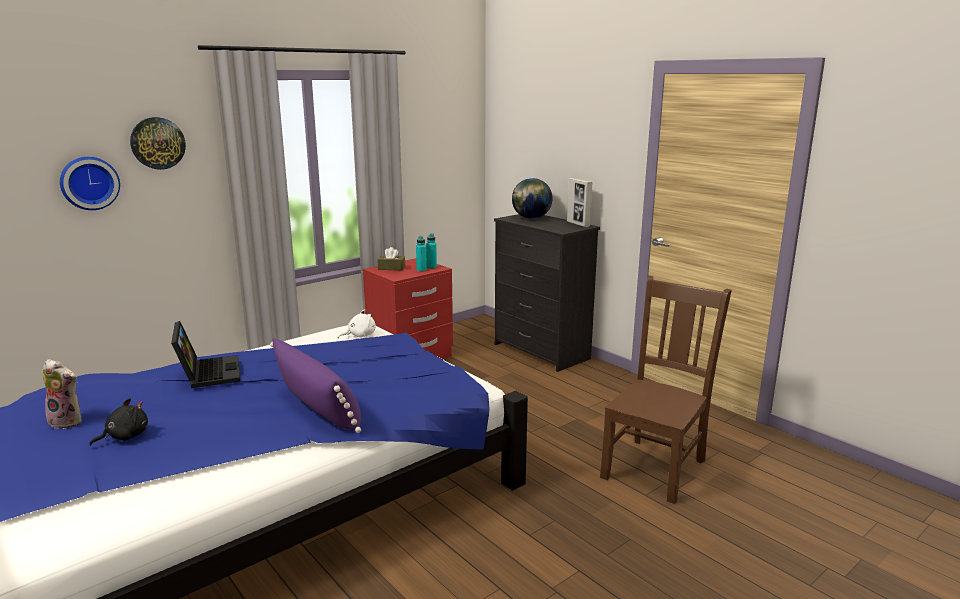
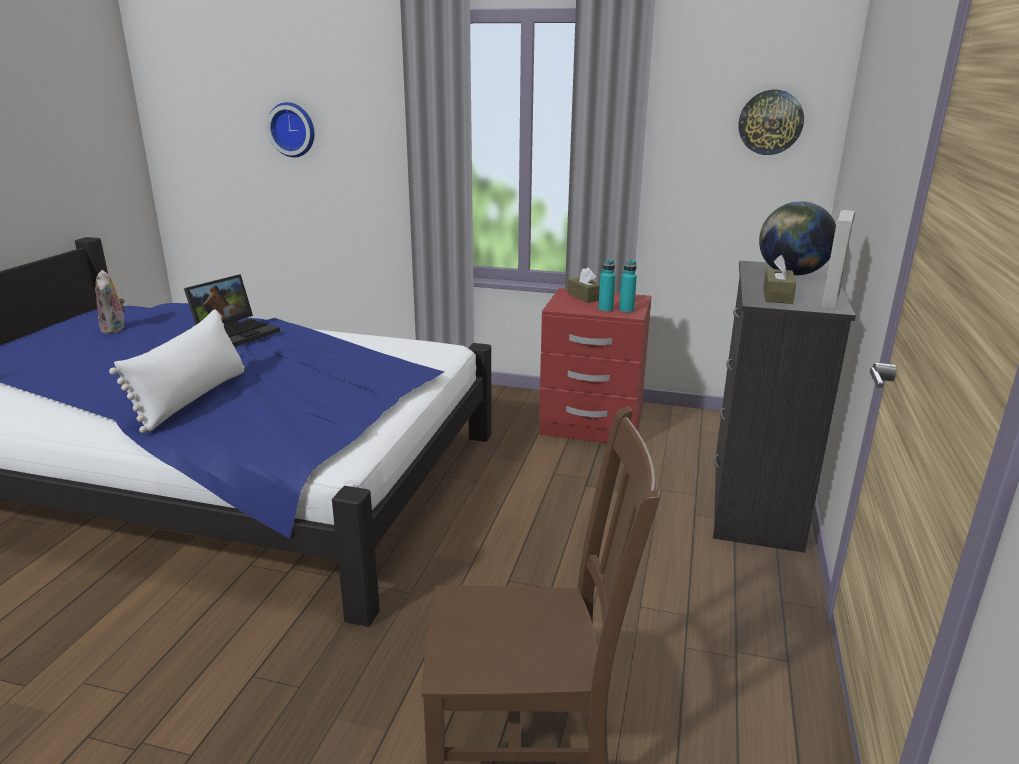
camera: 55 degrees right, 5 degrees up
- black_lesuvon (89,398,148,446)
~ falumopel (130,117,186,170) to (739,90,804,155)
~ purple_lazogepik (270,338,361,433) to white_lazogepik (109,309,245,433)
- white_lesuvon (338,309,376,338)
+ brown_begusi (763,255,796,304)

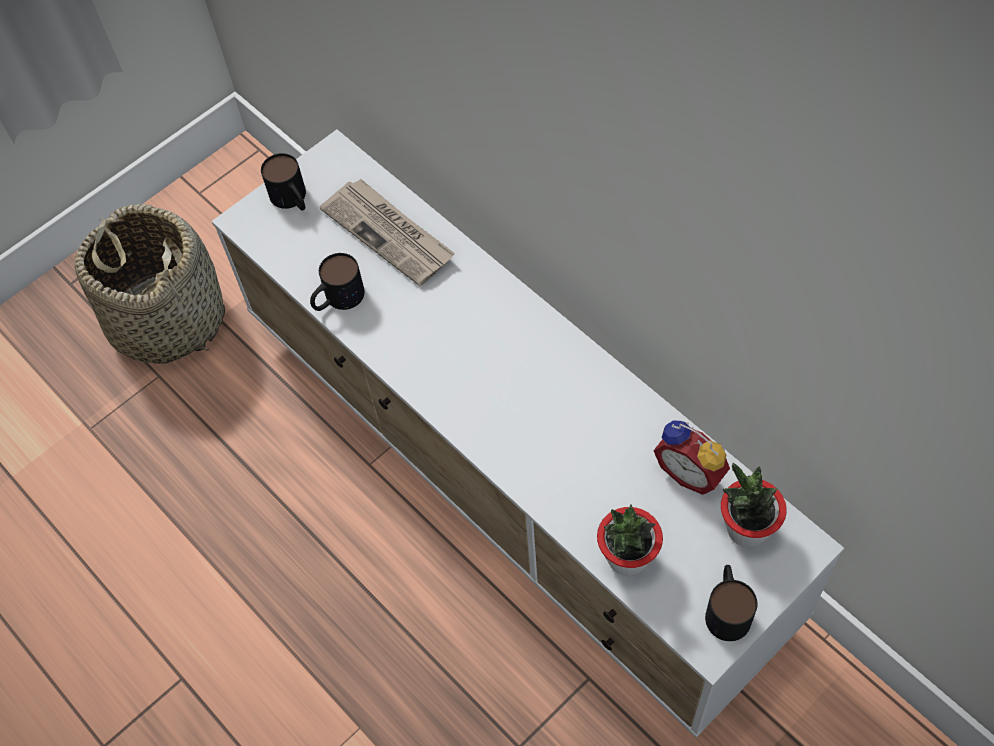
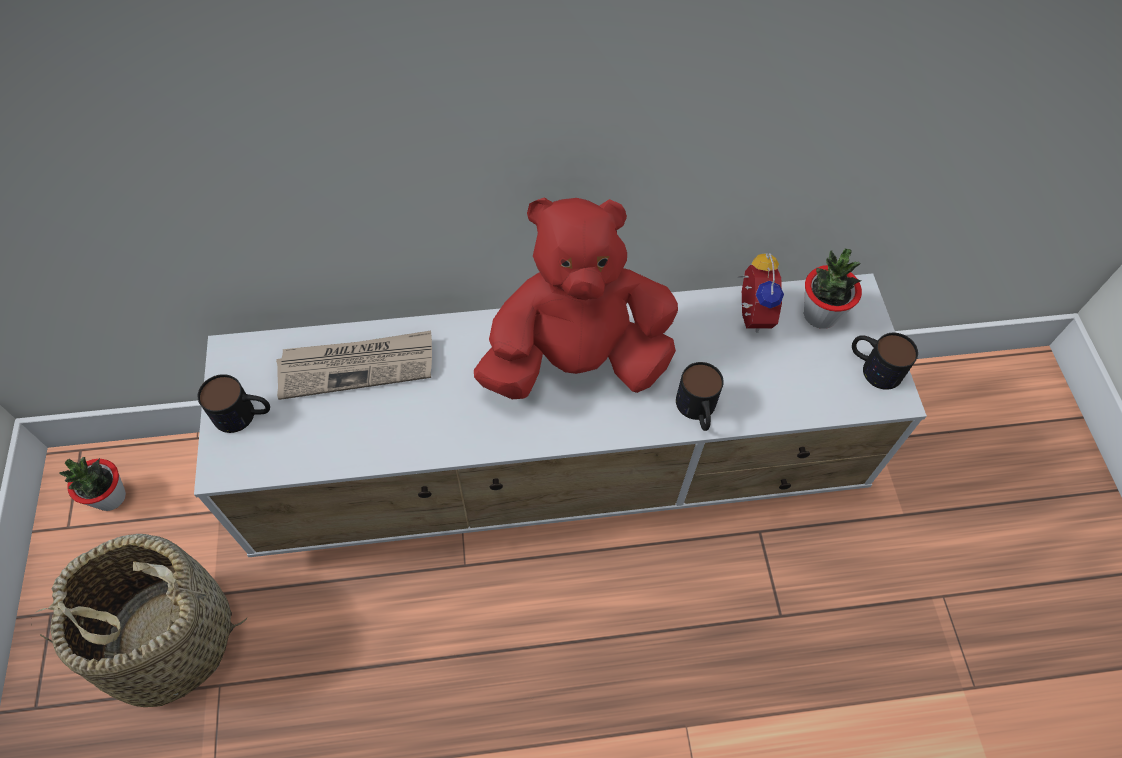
camera: 60 degrees left, 0 degrees up
~ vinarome (310,253,365,311) to (676,362,724,431)
~ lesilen (597,504,663,576) to (60,457,126,511)
~ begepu (653,421,730,495) = (739,253,784,333) 75 degrees counterclockwise
+ red_lesuvon (474,198,678,399)

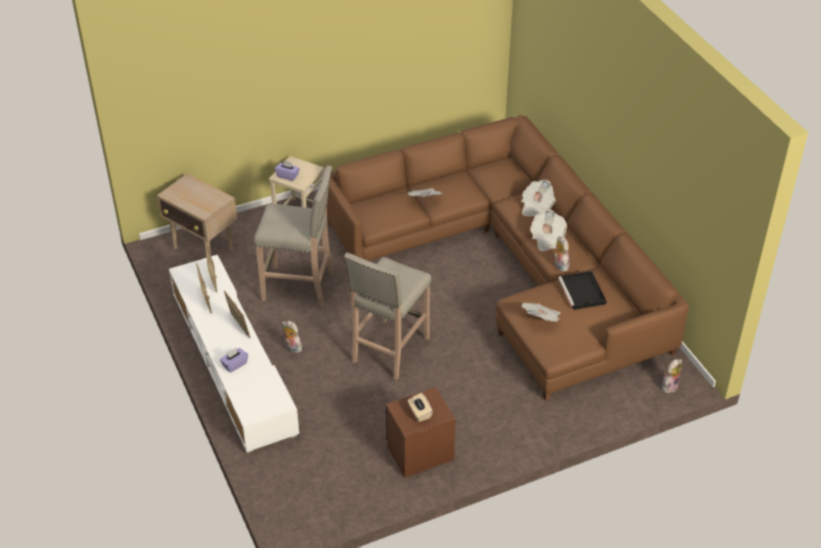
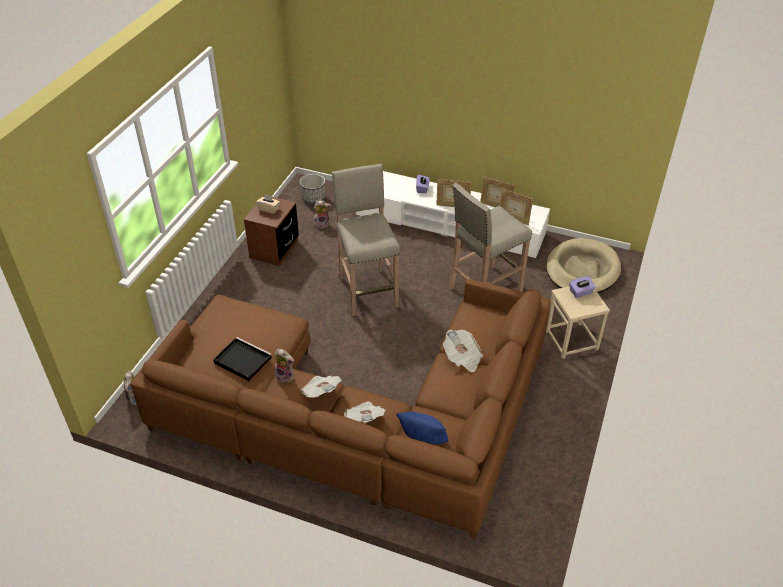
camera: 135 degrees right, 0 degrees up
~ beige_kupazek (157,173,237,255) to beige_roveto (546,238,621,293)
~ lesuvon (282,321,302,353) to (314,200,331,228)
- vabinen (522,303,561,322)
+ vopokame (300,174,325,204)
+ blue_lazogepik (396,412,449,444)

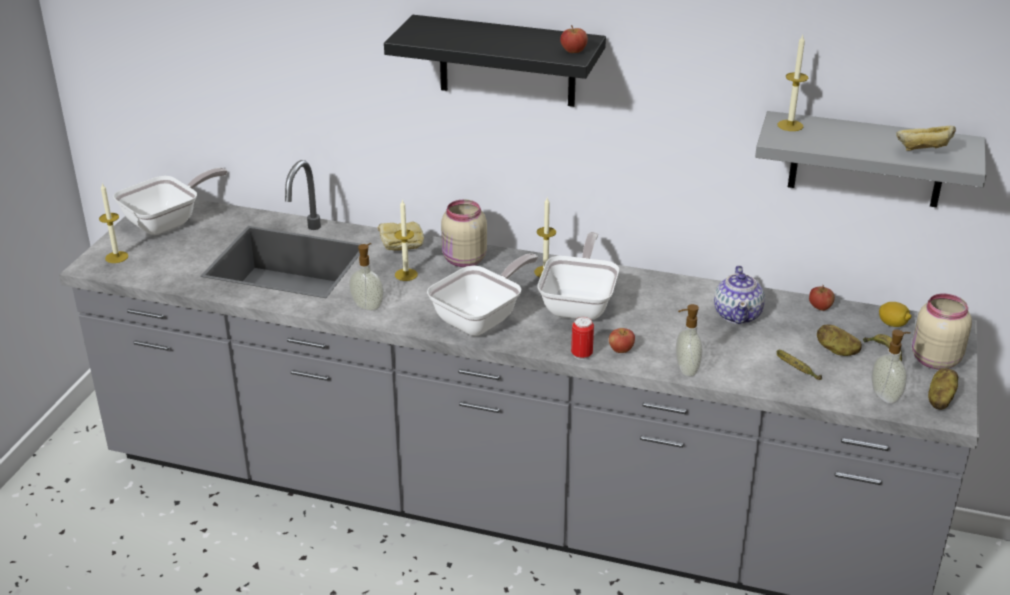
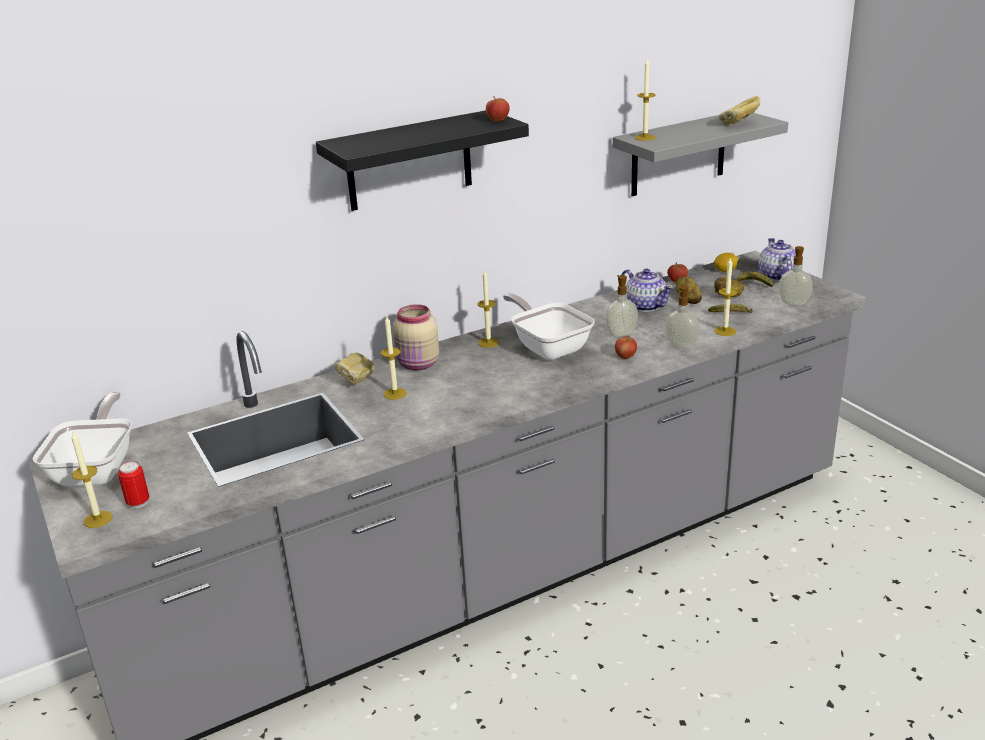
camera: 45 degrees left, 5 degrees down
~ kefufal (349,243,384,311) to (605,275,638,337)
- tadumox (427,253,538,336)
~ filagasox (571,317,594,360) to (118,461,149,508)
~ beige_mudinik (912,294,972,370) to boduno (758,238,796,281)
~ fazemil (928,368,958,410) to (675,276,702,304)
+ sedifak (715,257,737,336)

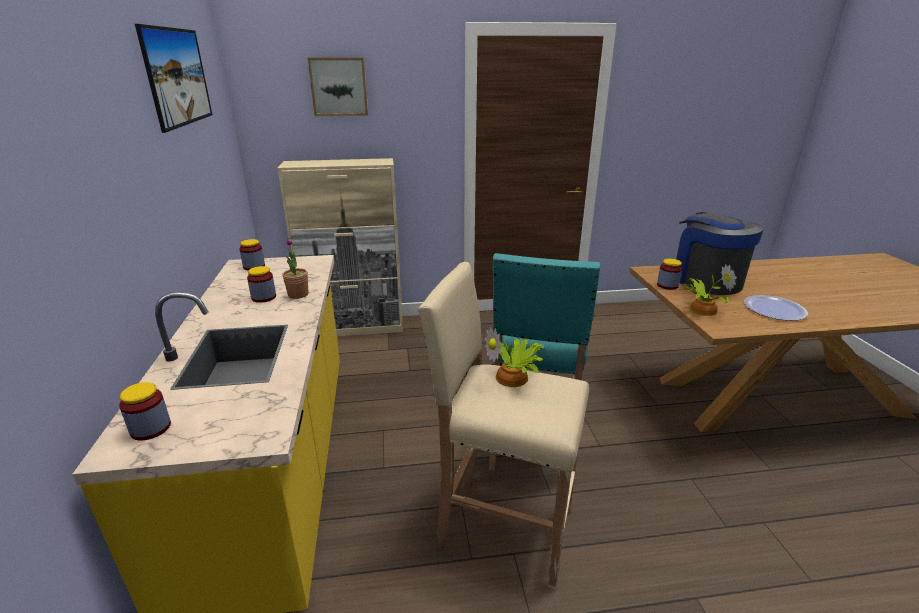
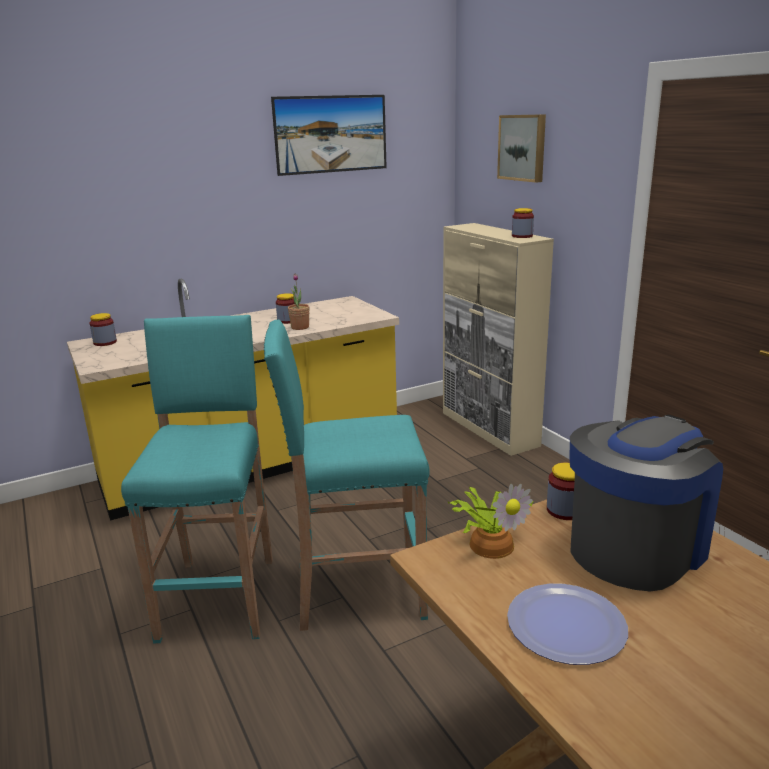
camera: 70 degrees right, 5 degrees down
~ mudinik (239,239,265,270) to (512,208,534,238)
~ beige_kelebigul (418,262,589,589) to turquoise_kelebigul (121,315,273,644)
- lesilen (485,327,543,387)

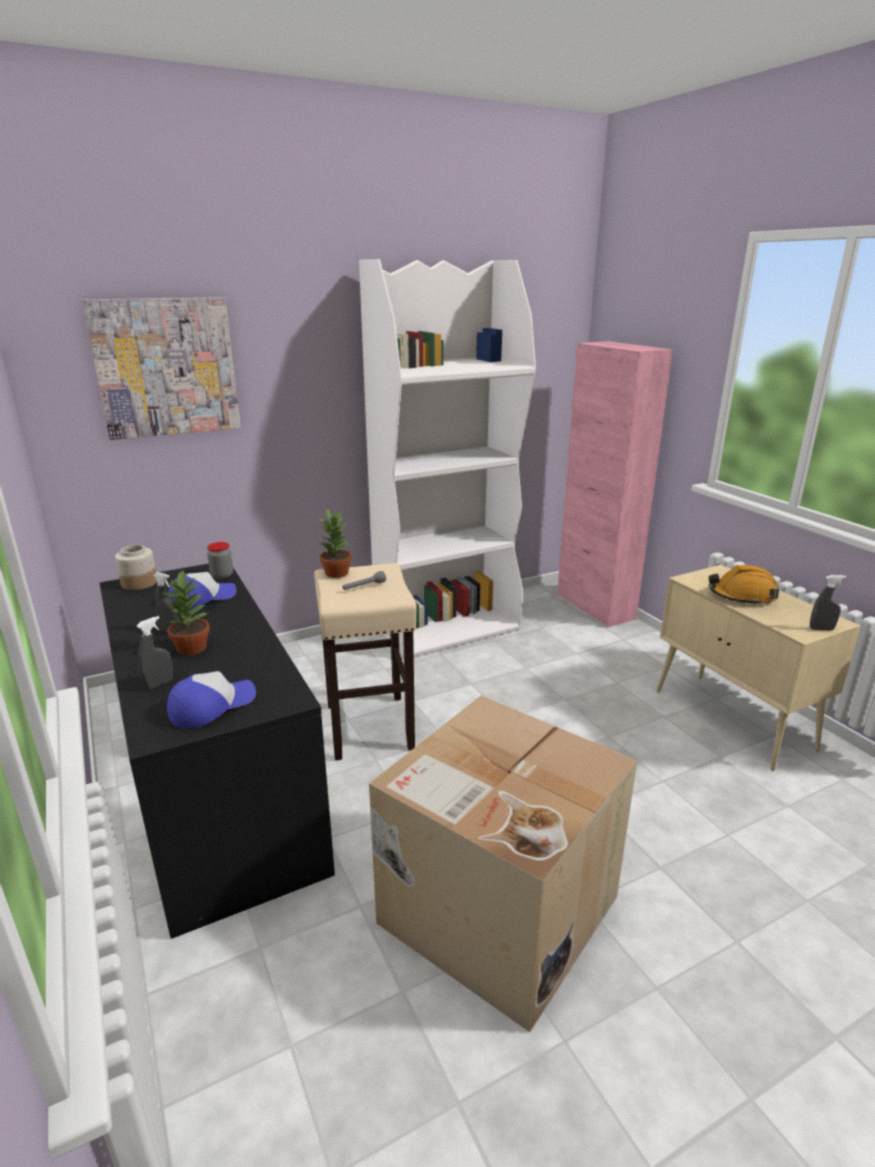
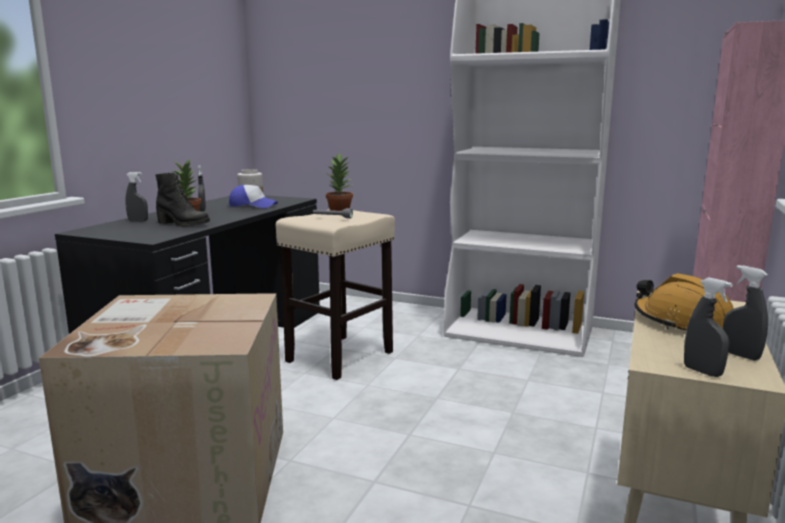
camera: 50 degrees right, 10 degrees down
- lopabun (82,297,241,440)
- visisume (167,671,256,728)
- mudinik (207,542,233,579)
+ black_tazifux (155,173,210,227)
+ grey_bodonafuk (723,265,768,361)

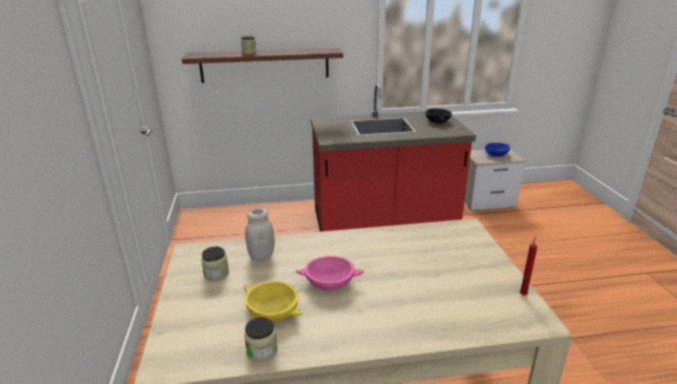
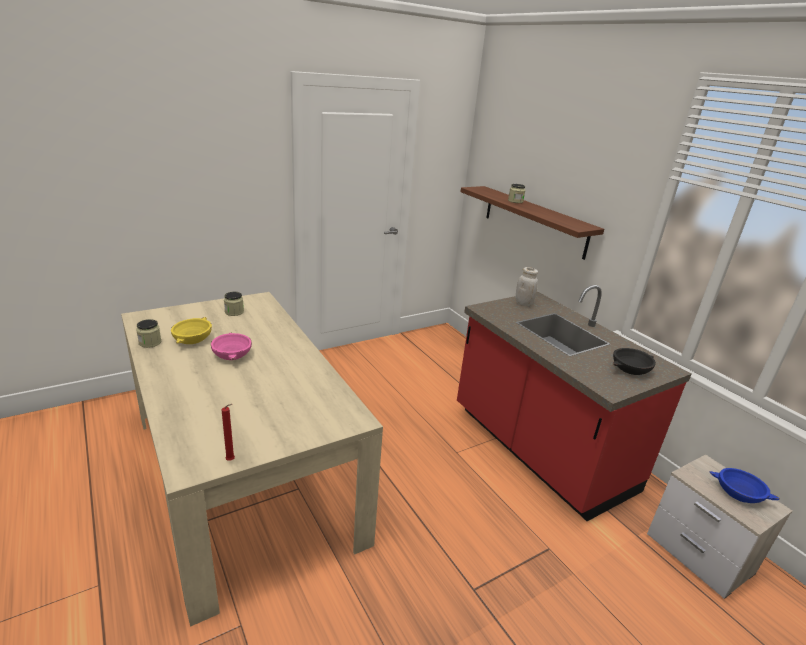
camera: 65 degrees right, 0 degrees up
~ white_mudinik (245,208,275,261) to (516,267,538,306)

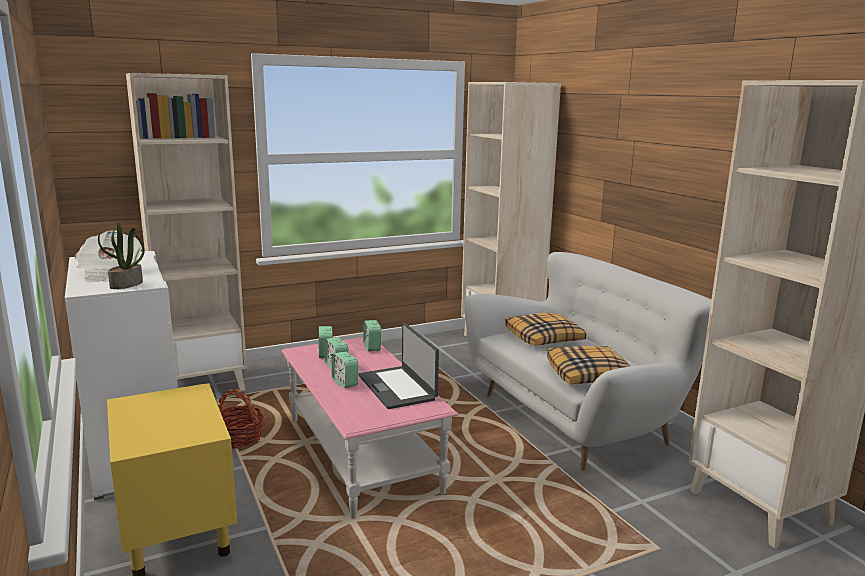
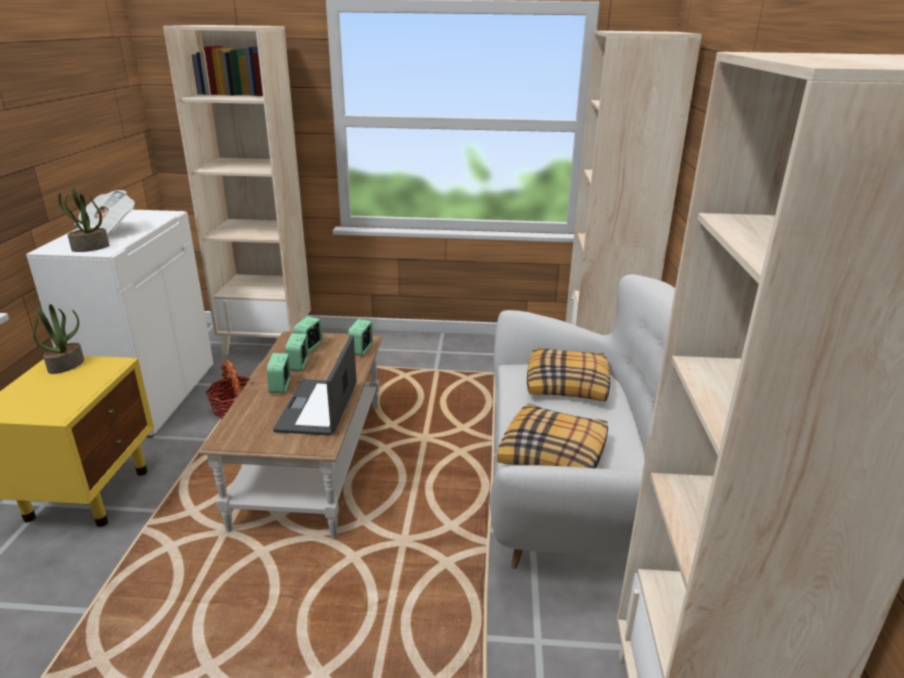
camera: 30 degrees right, 10 degrees up
~ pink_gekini (282,337,459,519) to brown_gekini (198,331,383,538)
+ lesilen (33,304,84,374)

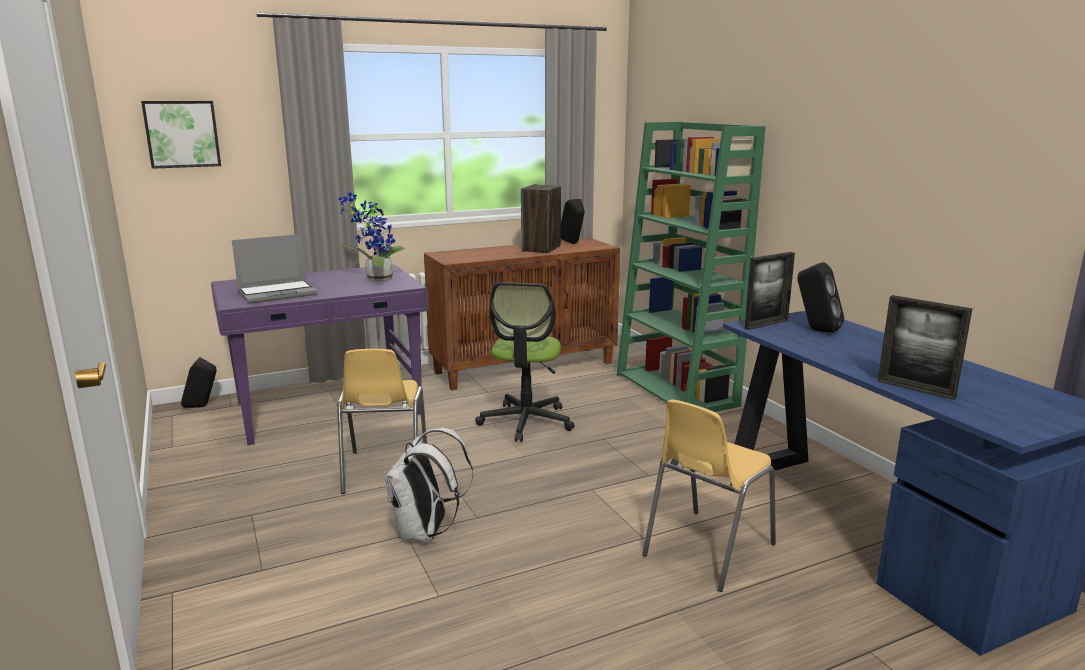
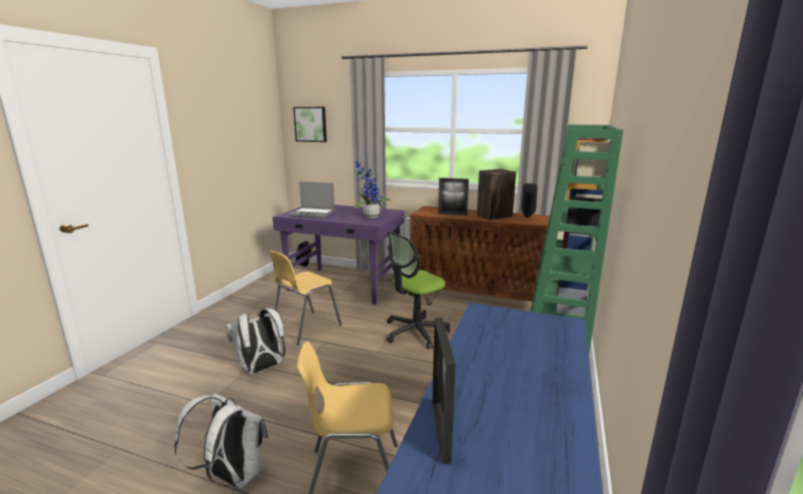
camera: 45 degrees right, 0 degrees up
~ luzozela (744,252,795,330) to (438,178,469,215)
- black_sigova (797,262,844,333)
+ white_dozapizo (174,394,268,489)

